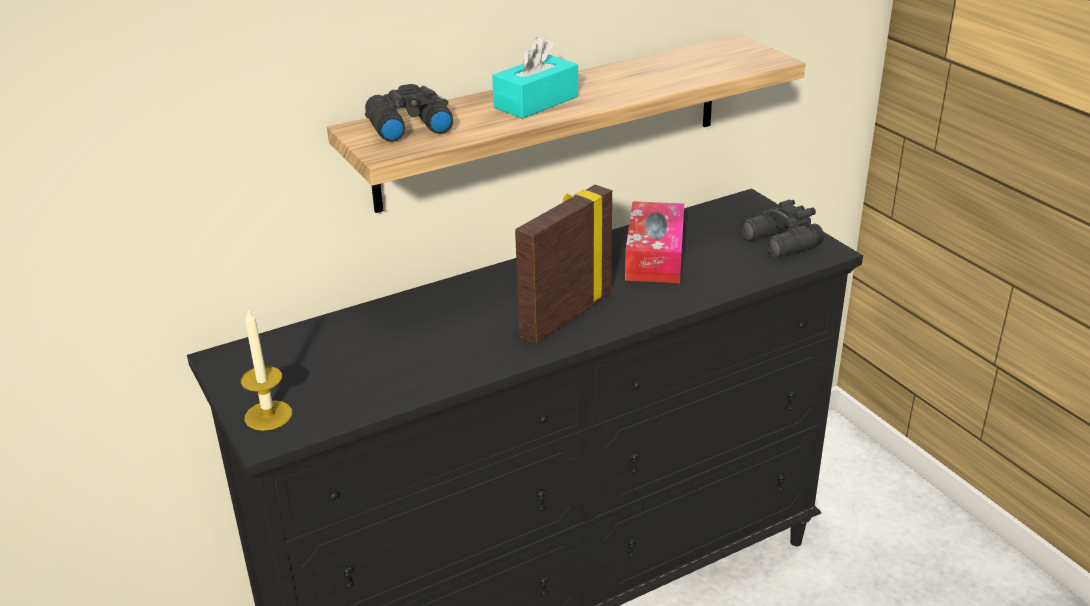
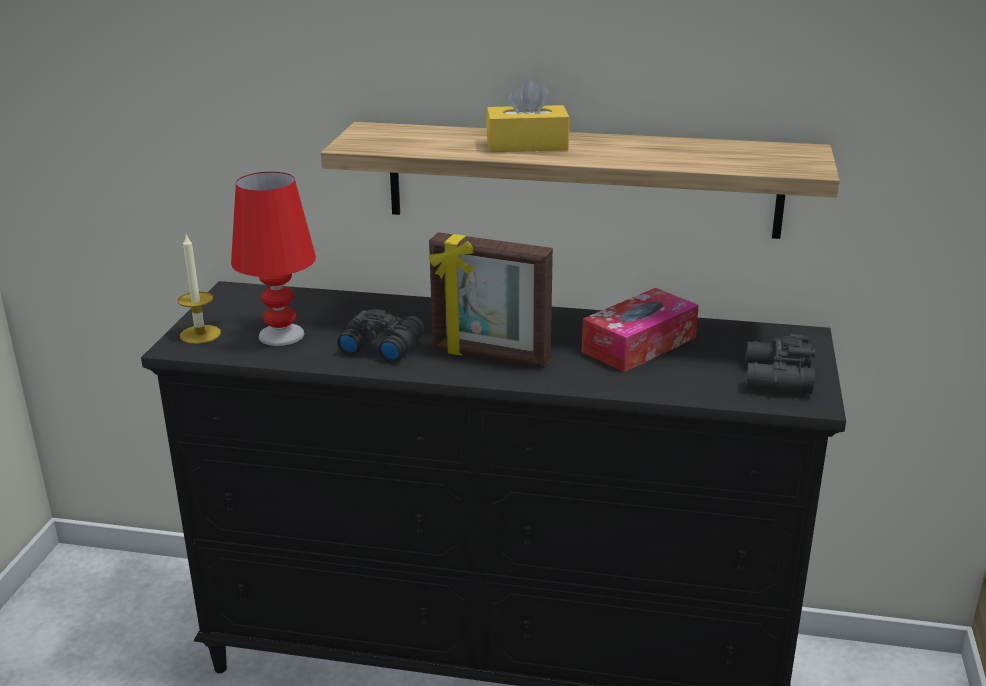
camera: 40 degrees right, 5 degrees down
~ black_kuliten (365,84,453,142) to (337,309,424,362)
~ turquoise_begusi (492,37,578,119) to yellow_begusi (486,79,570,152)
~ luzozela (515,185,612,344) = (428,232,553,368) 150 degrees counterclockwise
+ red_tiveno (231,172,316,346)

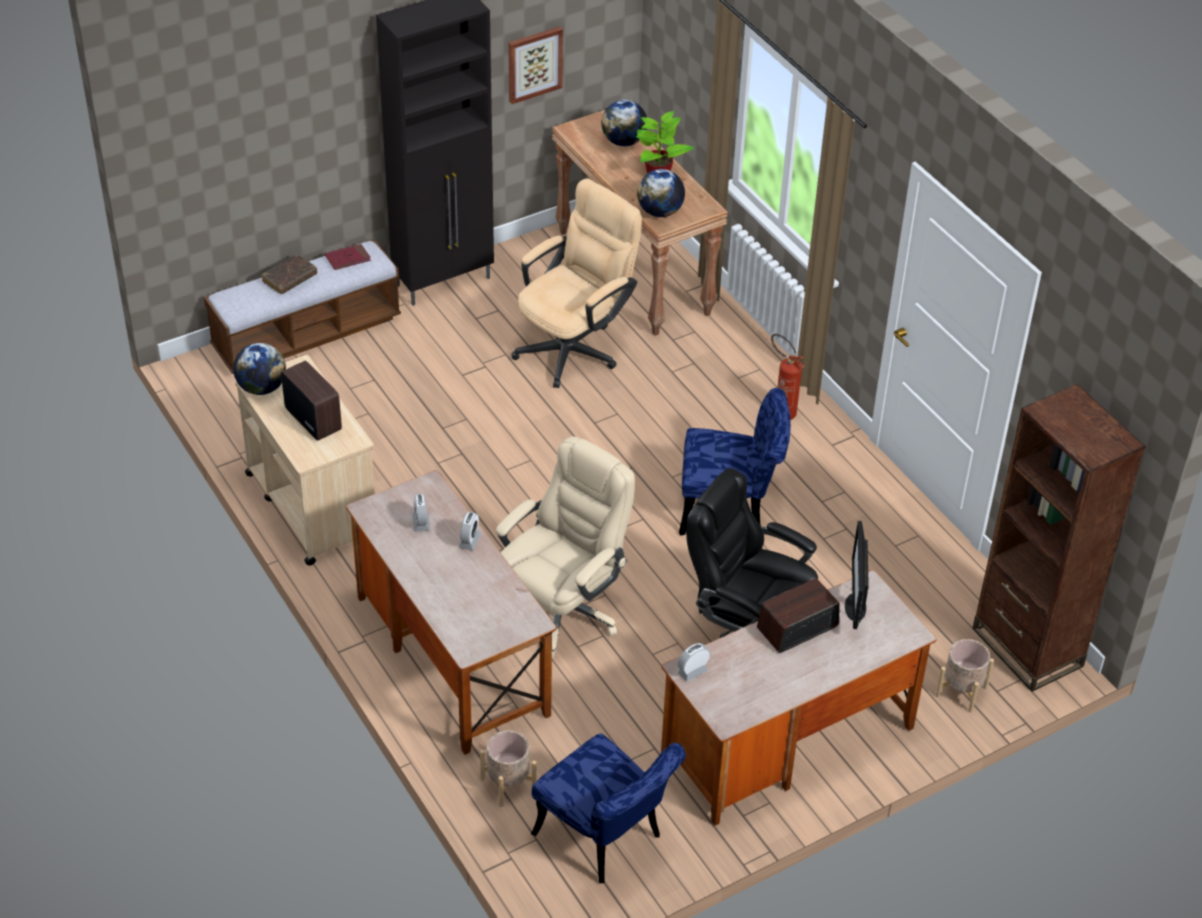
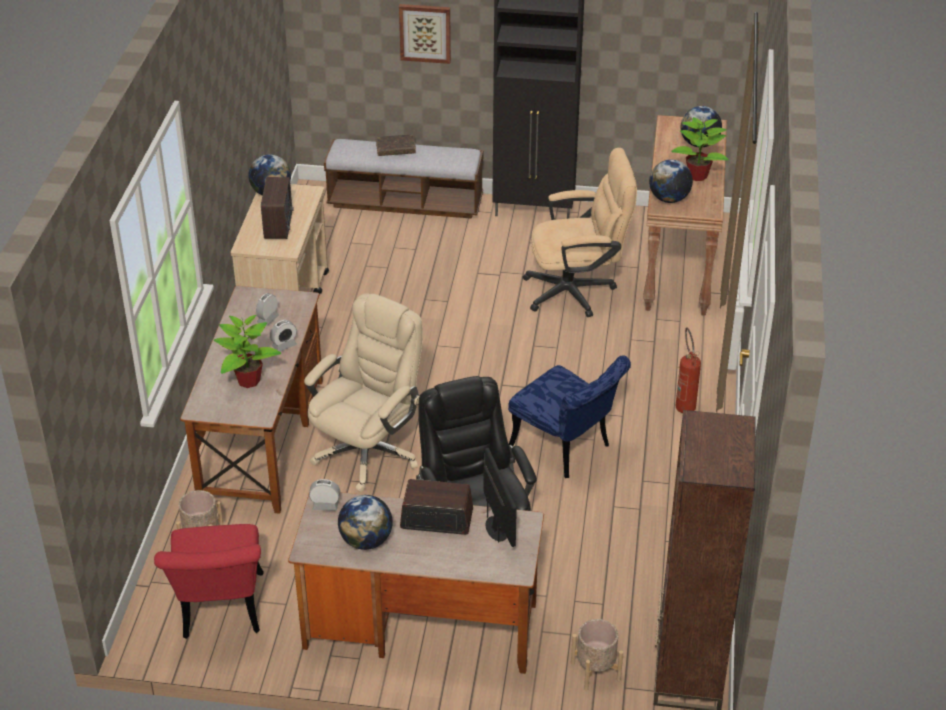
camera: 40 degrees right, 5 degrees down
- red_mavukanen (325,244,371,270)
~ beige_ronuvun (496,436,635,658) = (304,293,423,492) 45 degrees counterclockwise
~ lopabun (508,27,563,104) to (399,4,451,64)
~ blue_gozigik (531,733,686,883) to red_gozigik (154,524,264,639)
~ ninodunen (845,521,869,629) = (483,448,517,547) 120 degrees clockwise
+ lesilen (214,315,281,388)
+ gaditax (338,495,393,550)

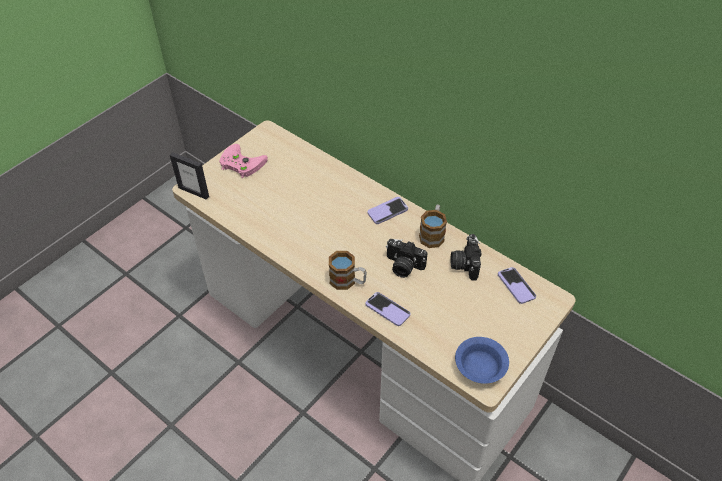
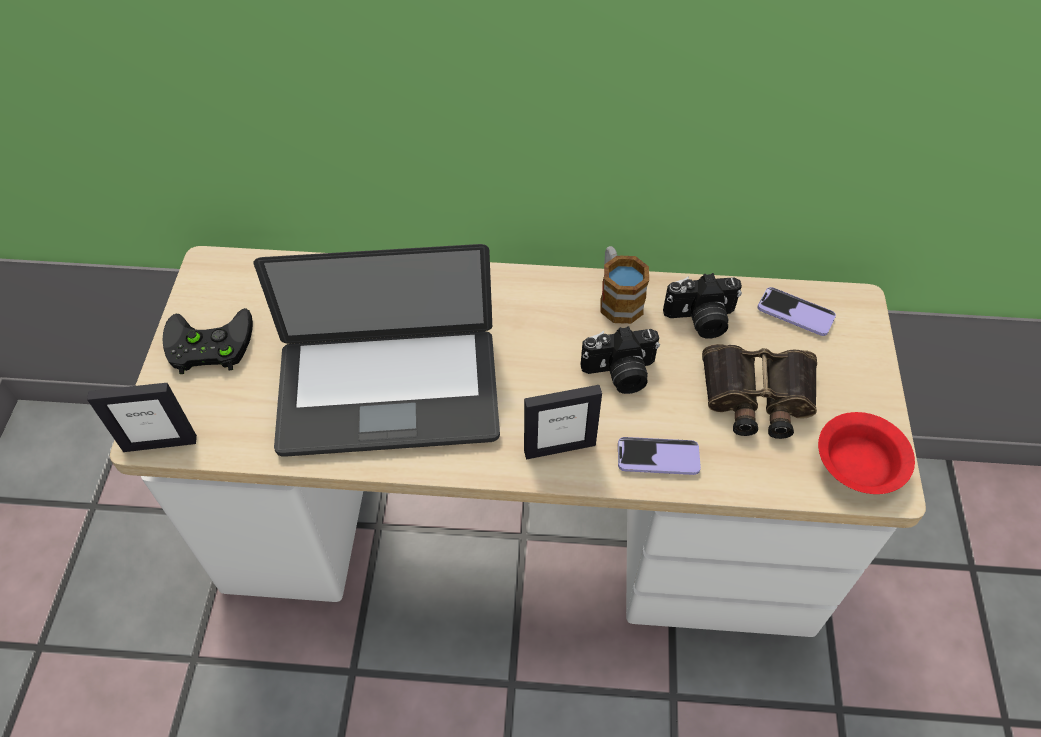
camera: 35 degrees left, 5 degrees up
~ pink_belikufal (219,144,268,178) to black_belikufal (163,308,253,374)
~ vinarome (329,251,367,290) to luzozela (524,385,602,459)
- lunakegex (367,197,408,224)
~ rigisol (451,234,481,281) = (663,273,742,338) 60 degrees counterclockwise
~ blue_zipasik (455,337,509,384) to red_zipasik (818,412,915,494)
+ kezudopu (253,244,500,457)
+ kuliten (702,344,817,439)

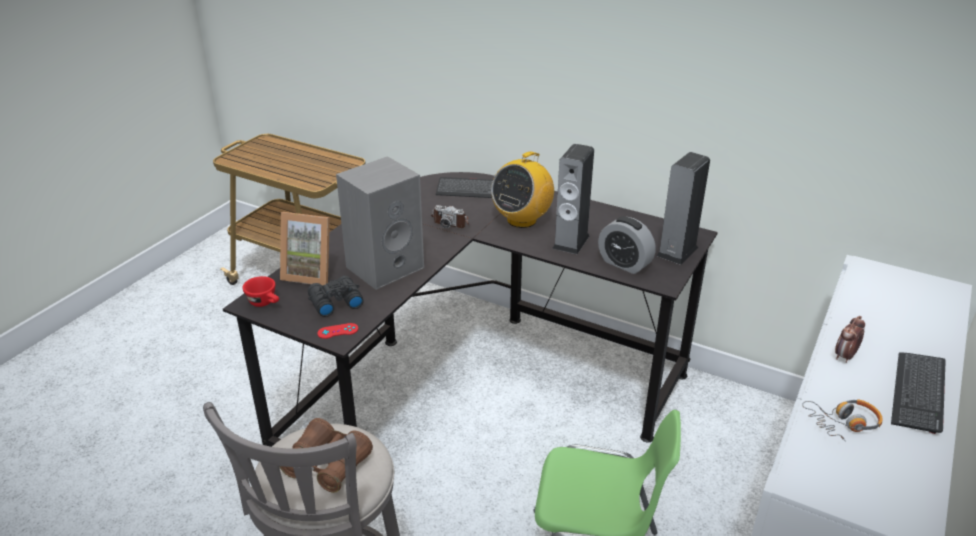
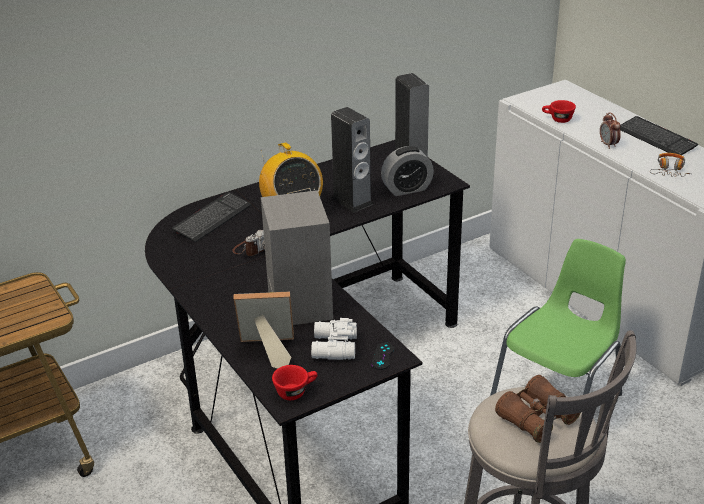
camera: 60 degrees left, 0 degrees up
~ luzozela (280,212,330,286) = (234,291,294,368) 135 degrees counterclockwise
~ black_kuliten (308,276,363,317) to white_kuliten (311,318,357,360)
~ red_belikufal (317,323,358,339) to black_belikufal (371,343,394,370)
+ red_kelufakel (542,100,576,123)

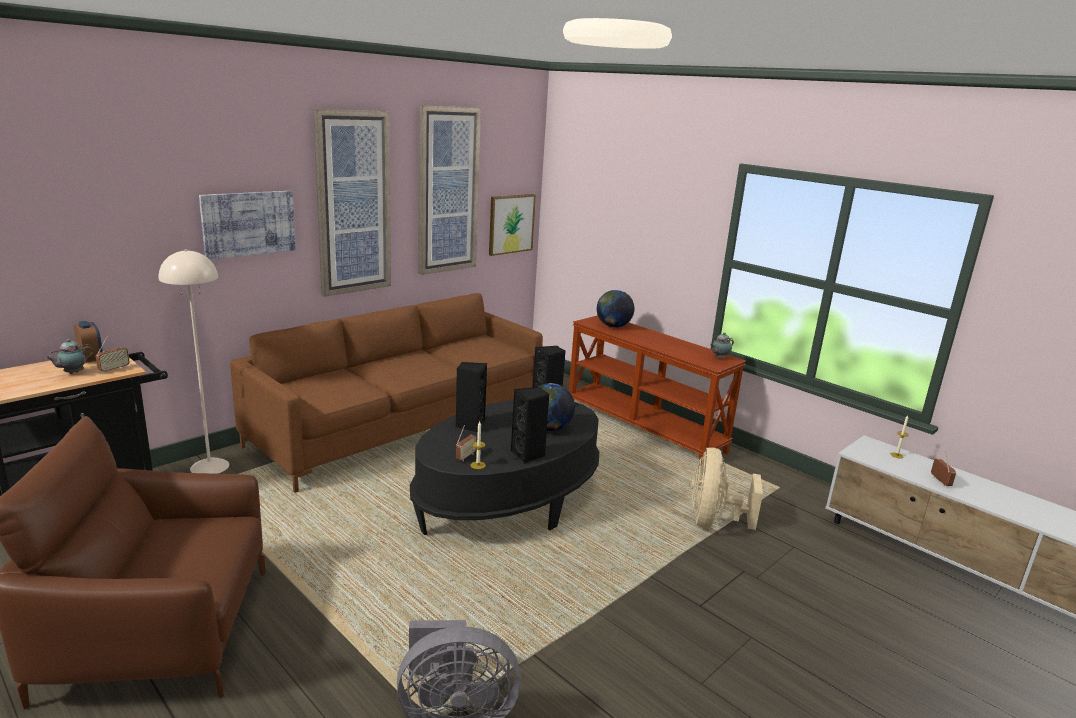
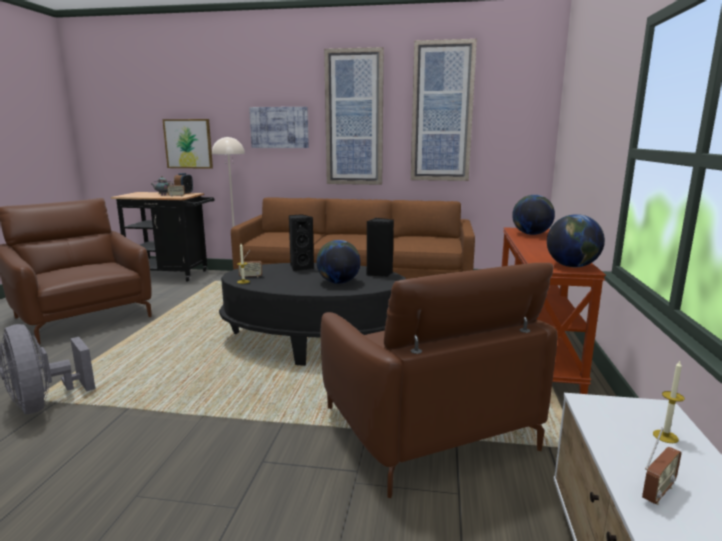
camera: 55 degrees right, 5 degrees down
~ lopabun (489,194,536,256) to (162,119,213,169)
- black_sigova (511,387,549,464)
~ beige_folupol (691,447,763,530) to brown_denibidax (321,263,557,498)
~ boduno (710,332,734,359) to gaditax (547,214,605,267)

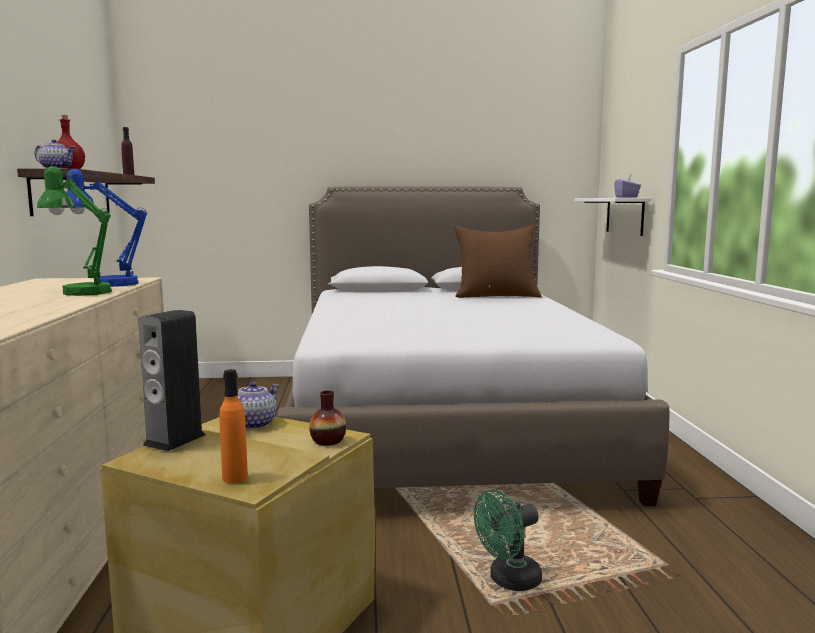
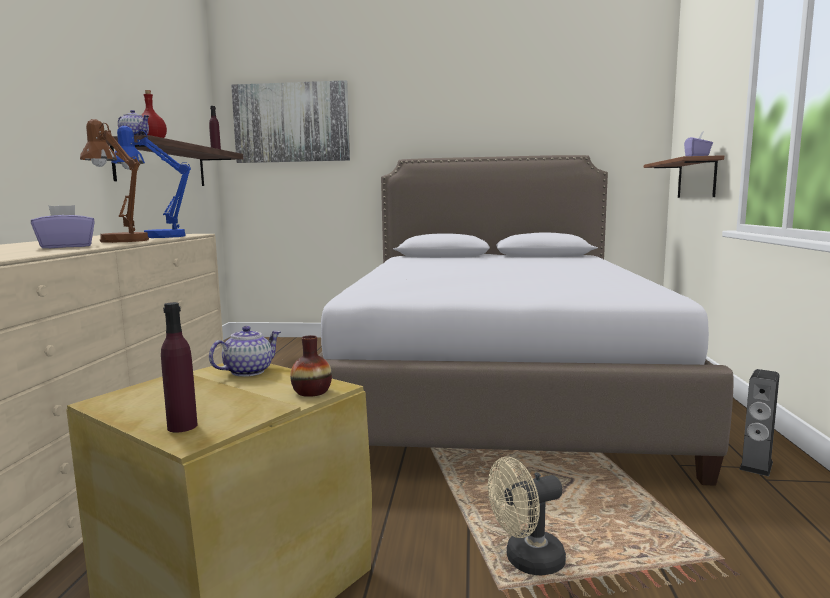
camera: 10 degrees right, 0 degrees up
~ green_tiveno (37,166,112,296) to brown_tiveno (80,119,149,243)
~ sigova (138,310,206,451) to (739,369,779,477)
~ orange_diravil (219,369,248,483) to purple_diravil (161,302,198,432)
- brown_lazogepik (454,225,542,298)
~ green_folupol (474,490,542,591) to beige_folupol (488,457,566,575)
~ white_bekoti (574,198,651,236) to brown_bekoti (644,155,724,198)
+ purple_begusi (31,205,95,248)
+ lopabun (231,80,350,163)

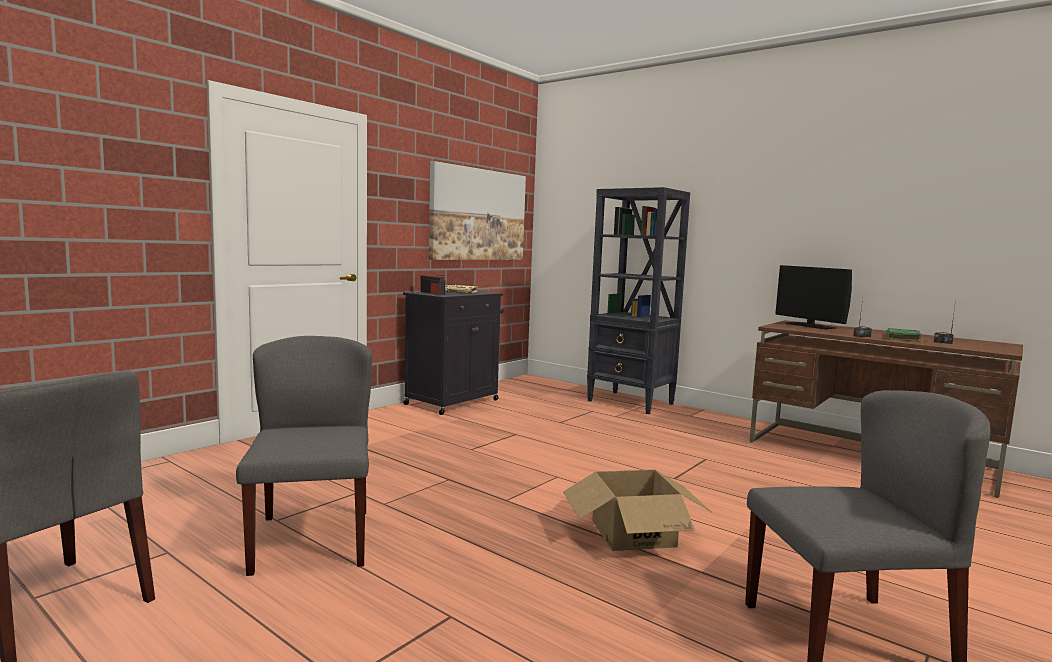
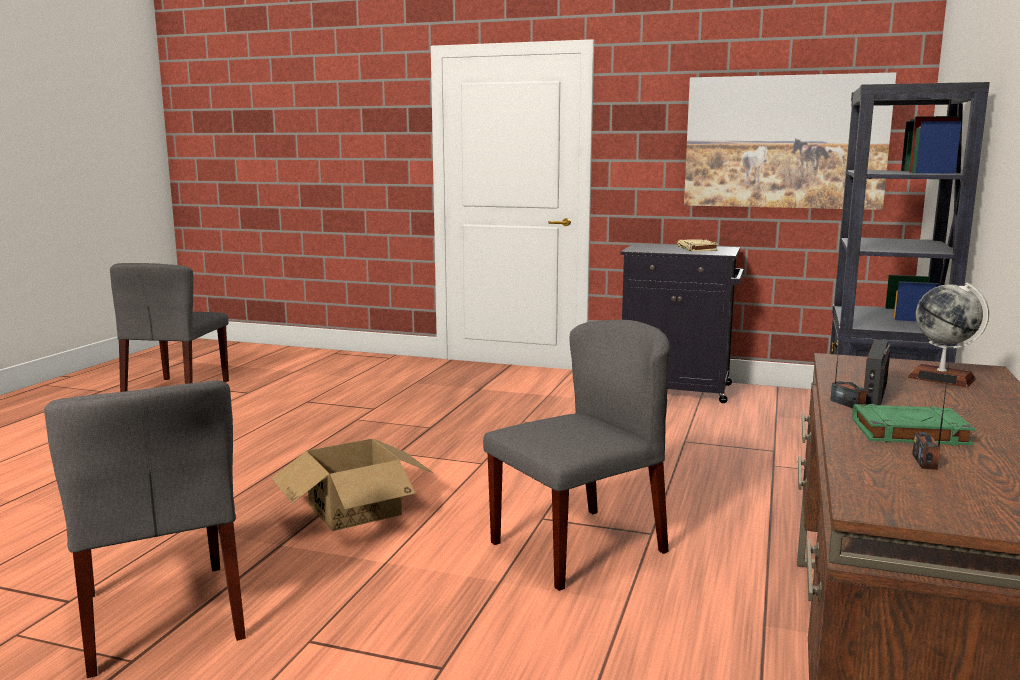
camera: 70 degrees right, 5 degrees up
~ grey_gozigik (236,336,372,576) to (483,320,670,591)
~ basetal (420,274,445,295) to (864,339,891,405)
~ ninodunen (775,265,852,329) to gaditax (907,282,989,387)

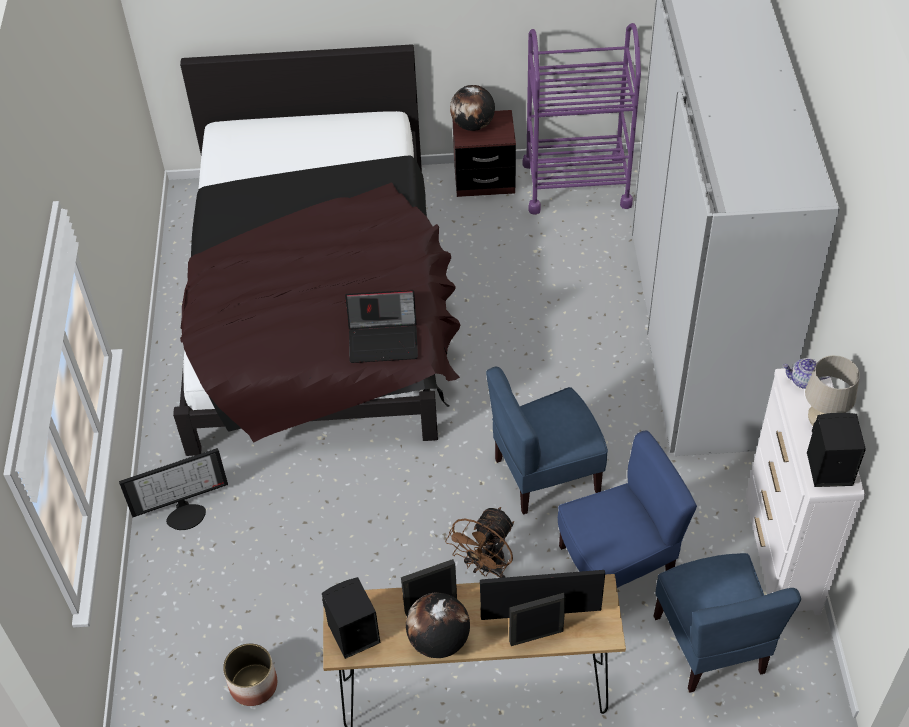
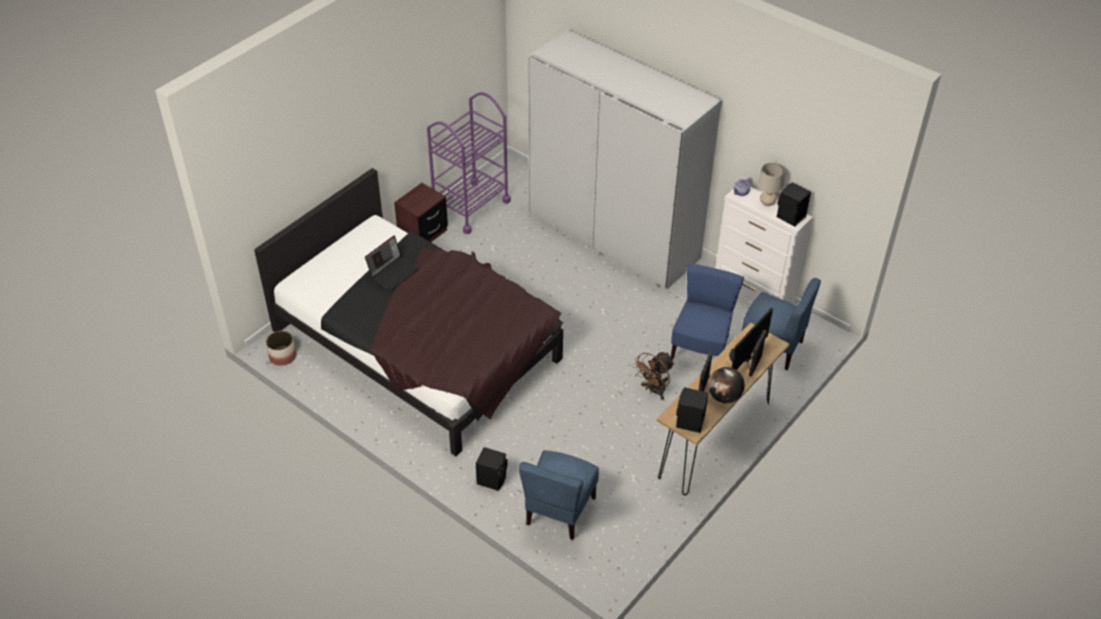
camera: 50 degrees left, 5 degrees down
~ ninodunen (119,448,228,530) to black_sigova (476,447,508,491)
~ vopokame (223,643,277,706) to (266,331,296,366)
~ kezudopu (345,290,418,363) to (365,235,420,290)
~ brown_folupol (445,507,514,578) = (632,352,675,400) 60 degrees clockwise
- gaditax (450,85,495,131)
~ blue_gozigik (486,367,608,515) to (519,450,599,540)

